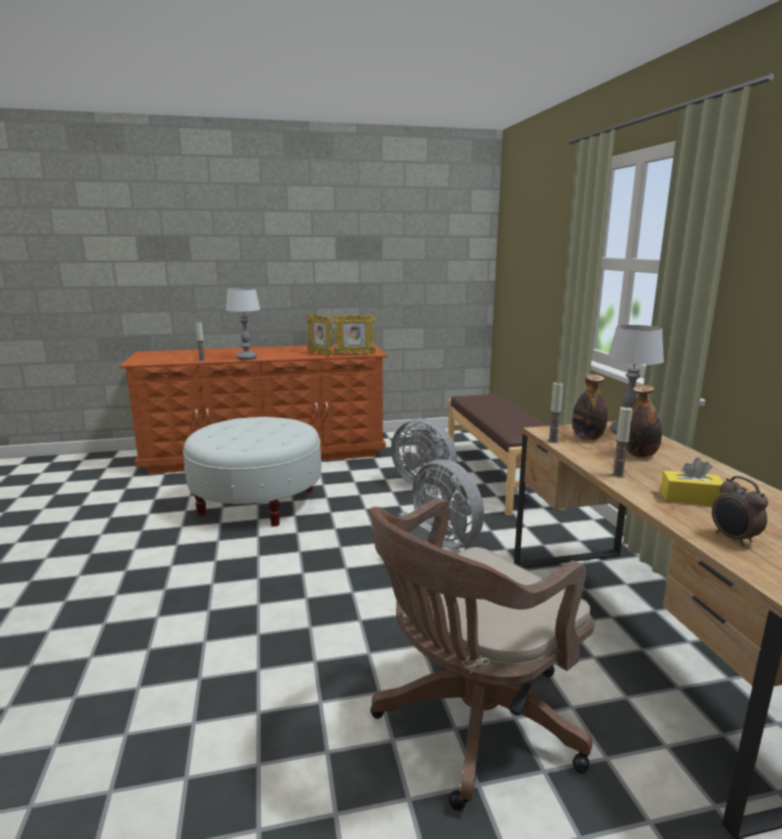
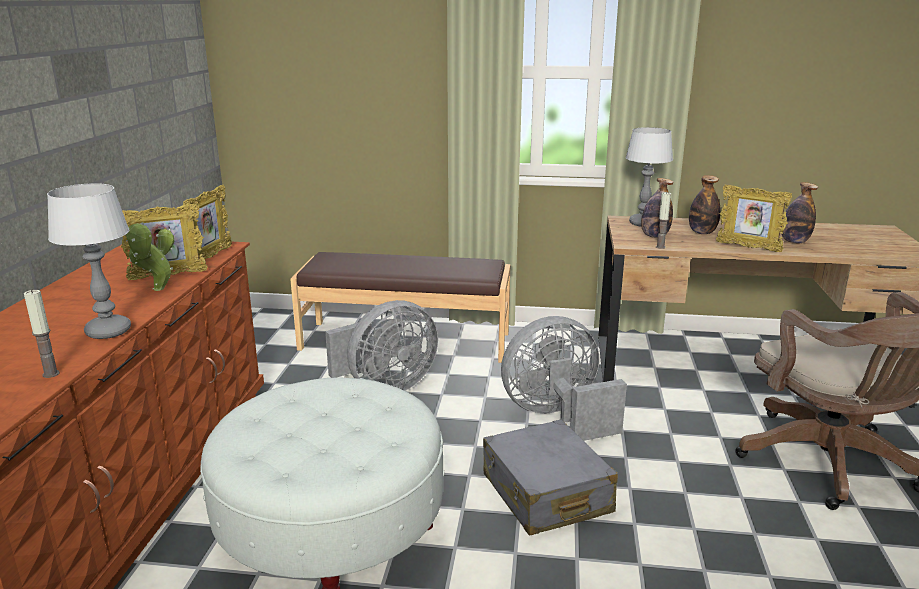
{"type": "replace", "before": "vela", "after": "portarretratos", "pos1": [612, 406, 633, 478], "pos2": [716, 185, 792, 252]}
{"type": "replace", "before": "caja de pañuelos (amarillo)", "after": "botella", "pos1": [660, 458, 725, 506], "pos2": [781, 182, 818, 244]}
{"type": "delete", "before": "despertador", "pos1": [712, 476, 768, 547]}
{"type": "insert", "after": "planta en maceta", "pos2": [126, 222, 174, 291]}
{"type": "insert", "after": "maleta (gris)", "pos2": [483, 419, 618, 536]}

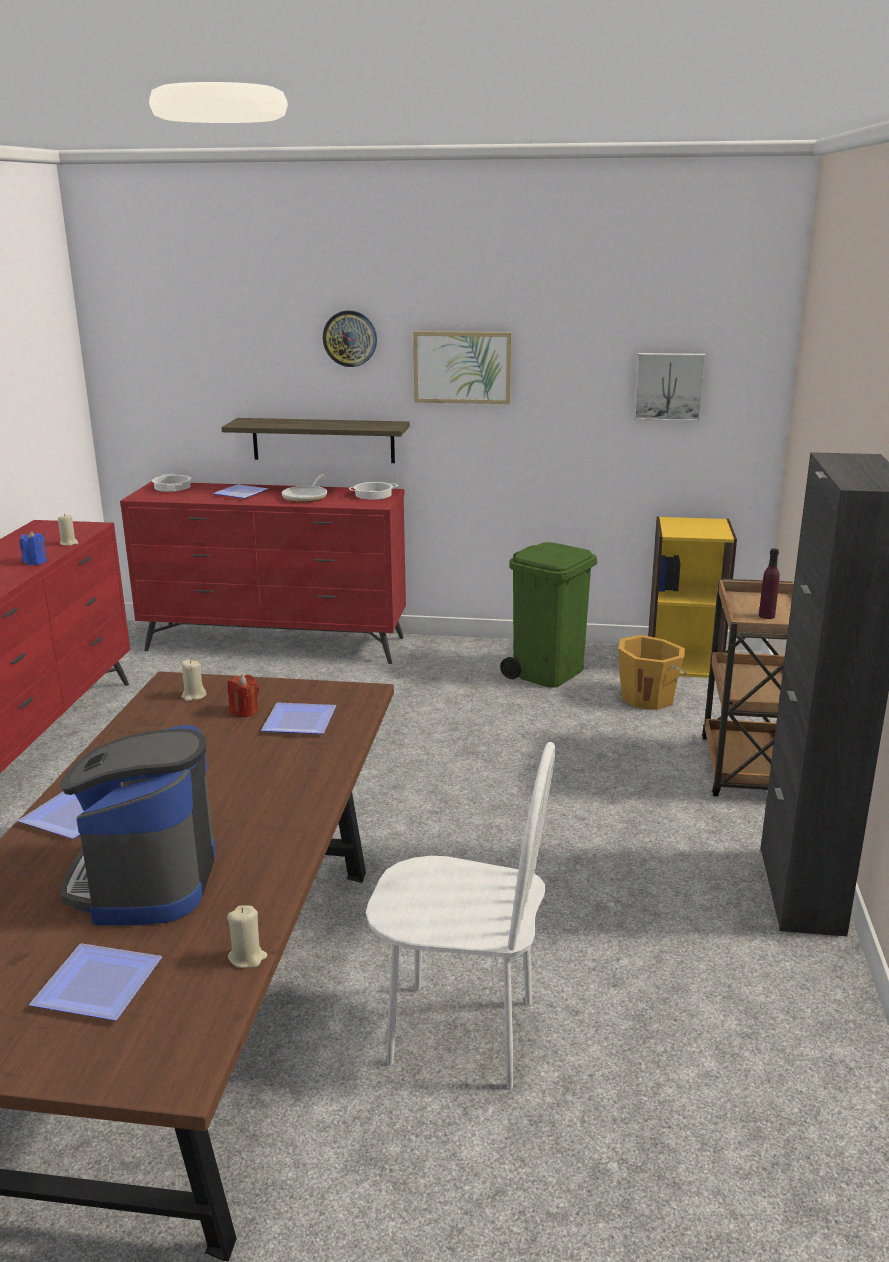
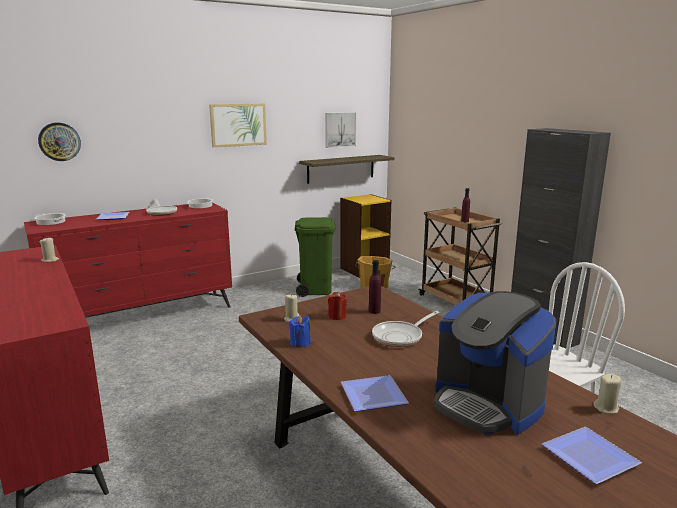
{"type": "move", "before": "reloj de pared", "pos1": [323, 310, 377, 367], "pos2": [38, 122, 81, 161]}
{"type": "move", "before": "estante", "pos1": [221, 418, 410, 463], "pos2": [299, 155, 395, 184]}
{"type": "move", "before": "vela (azul)", "pos1": [20, 531, 47, 565], "pos2": [289, 315, 311, 348]}
{"type": "replace", "before": "plato", "after": "botella (morado)", "pos1": [261, 703, 336, 734], "pos2": [369, 260, 381, 314]}
{"type": "insert", "after": "sartén", "pos2": [372, 311, 439, 347]}

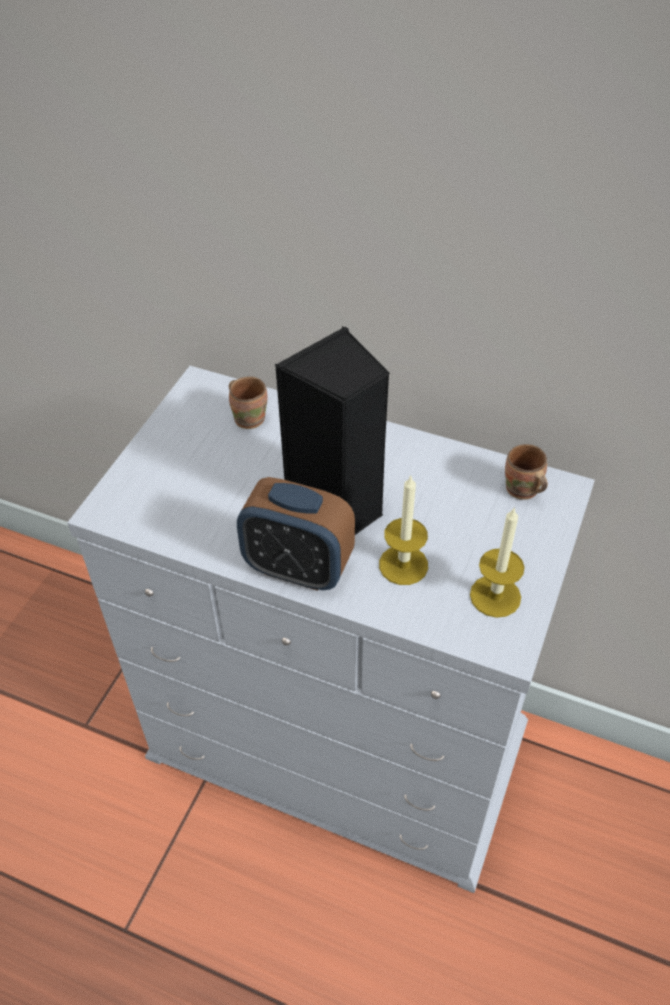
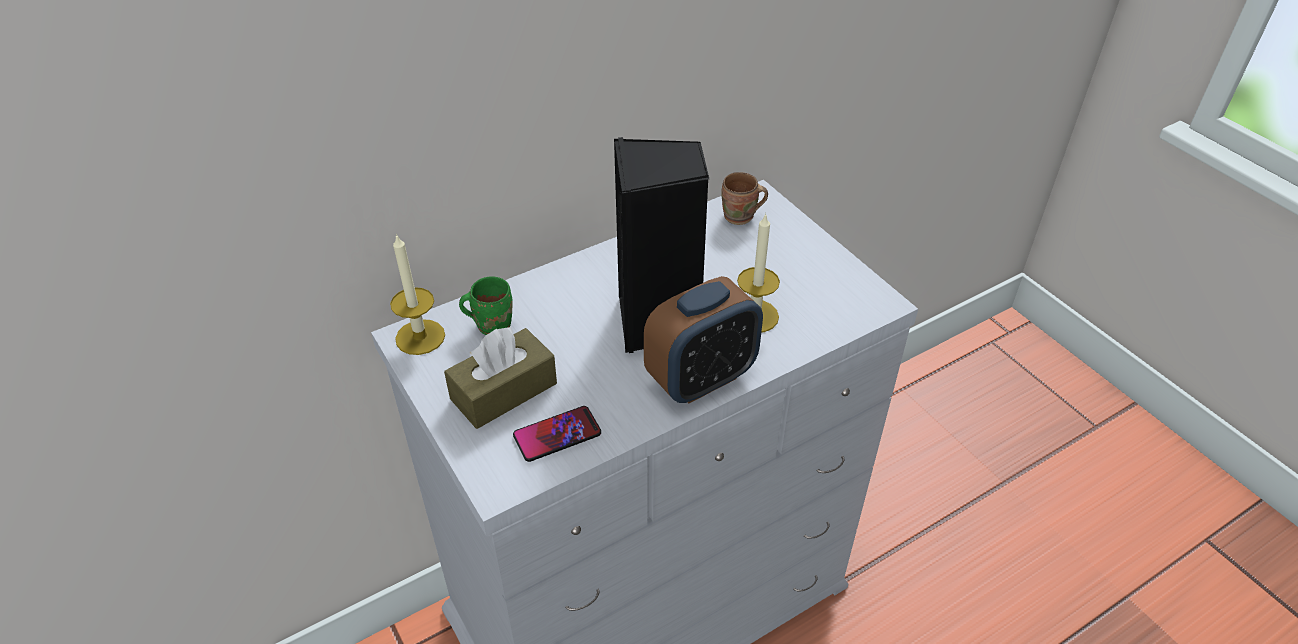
{"type": "recolor", "before": "taza grande (marrón)", "after": "taza grande (verde)", "pos1": [229, 377, 268, 429], "pos2": [459, 276, 513, 335]}
{"type": "move", "before": "vela", "pos1": [470, 507, 525, 618], "pos2": [390, 233, 445, 355]}
{"type": "insert", "after": "caja de pañuelos (marrón)", "pos2": [444, 327, 557, 429]}
{"type": "insert", "after": "móvil", "pos2": [513, 406, 601, 462]}

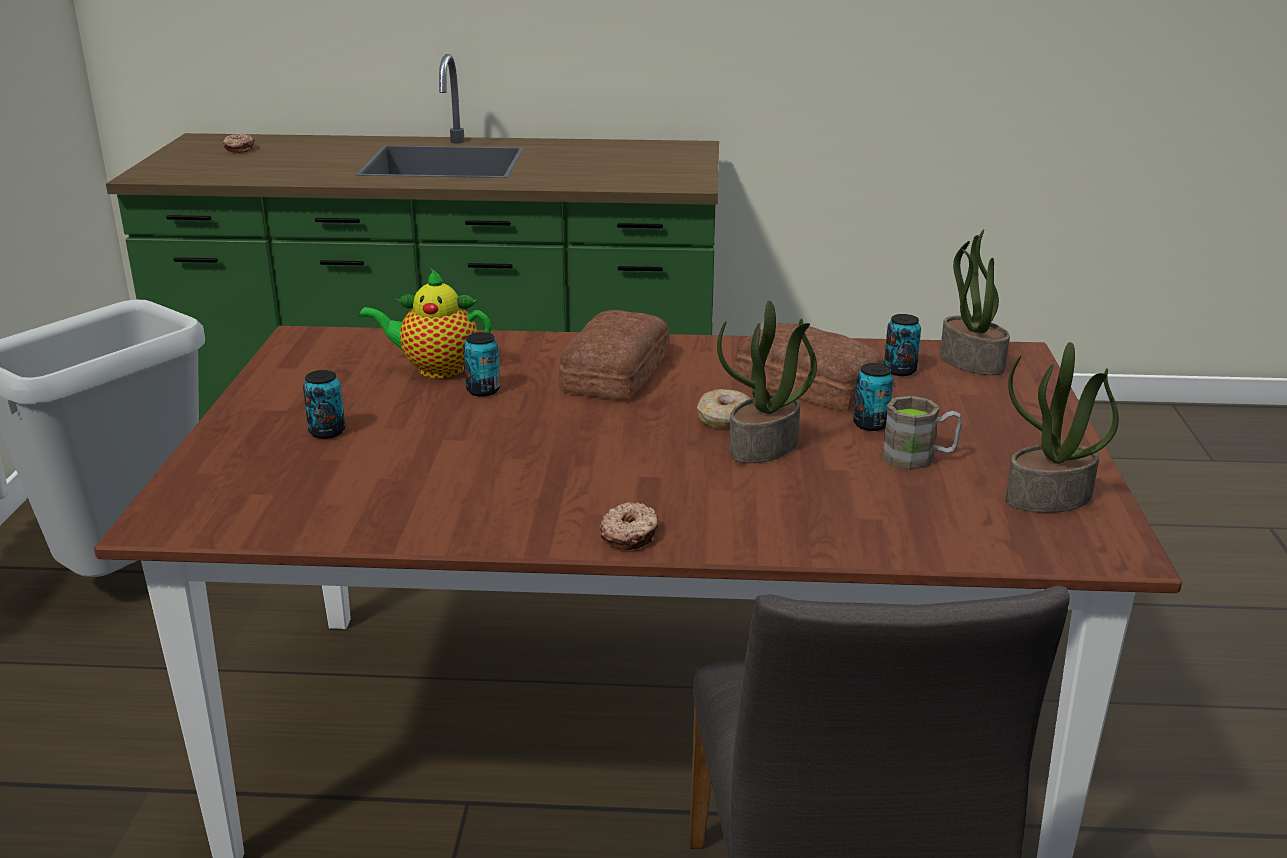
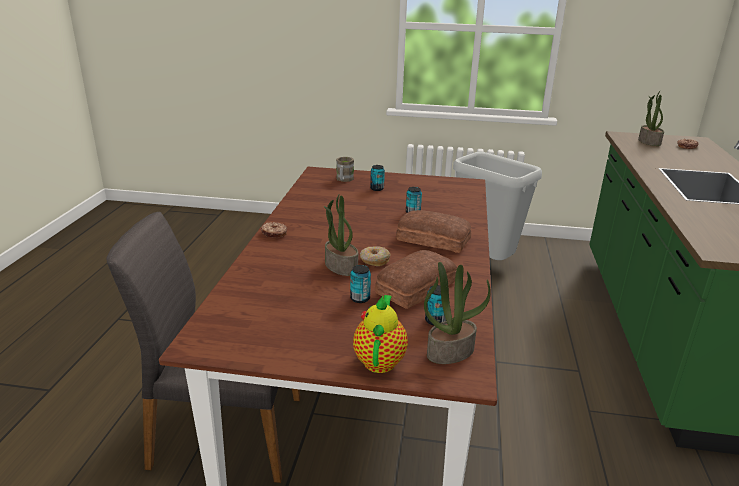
{"type": "move", "before": "tetera", "pos1": [359, 269, 491, 378], "pos2": [353, 295, 408, 373]}
{"type": "move", "before": "planta en maceta", "pos1": [1005, 342, 1119, 513], "pos2": [638, 91, 664, 146]}
{"type": "move", "before": "taza grande (marrón)", "pos1": [882, 396, 962, 470], "pos2": [336, 157, 354, 182]}

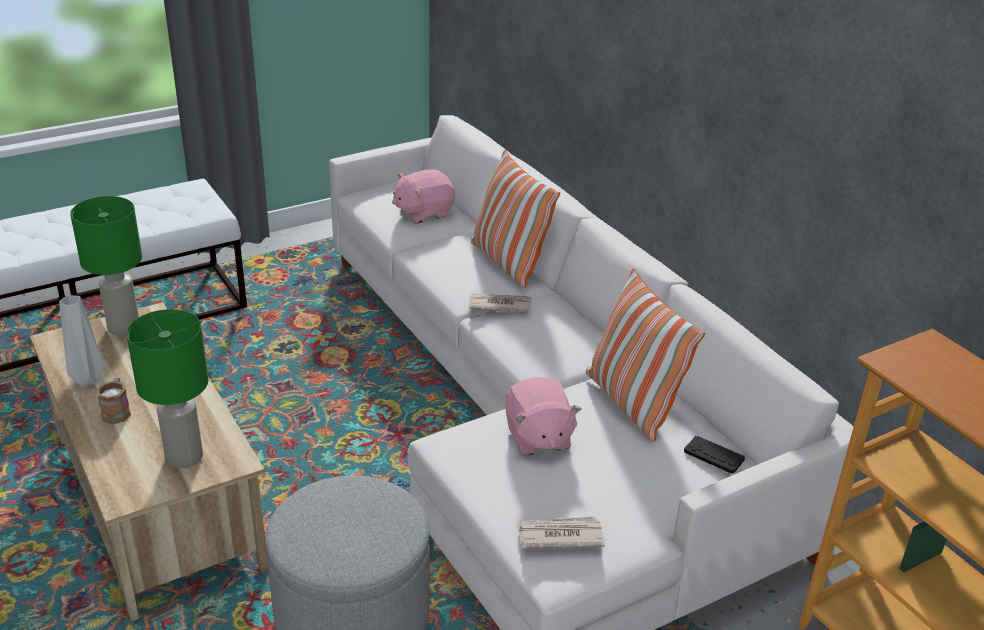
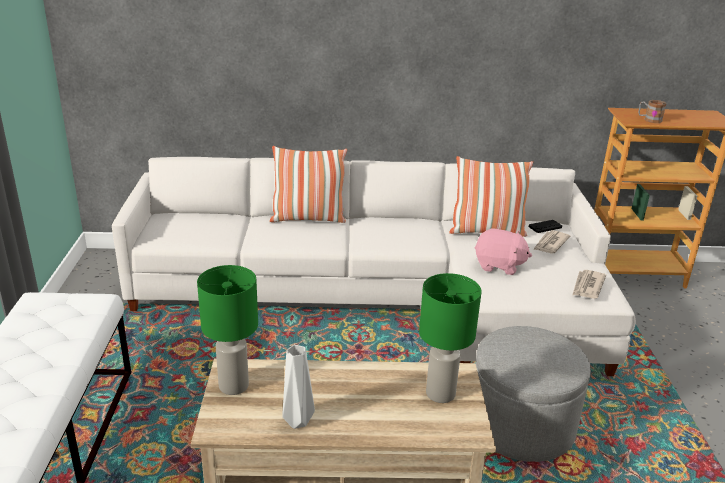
{"type": "delete", "before": "peluche (rosa)", "pos1": [392, 169, 455, 224]}
{"type": "move", "before": "periódico", "pos1": [469, 293, 532, 313], "pos2": [533, 230, 570, 254]}
{"type": "move", "before": "taza grande", "pos1": [96, 377, 131, 424], "pos2": [638, 100, 666, 123]}

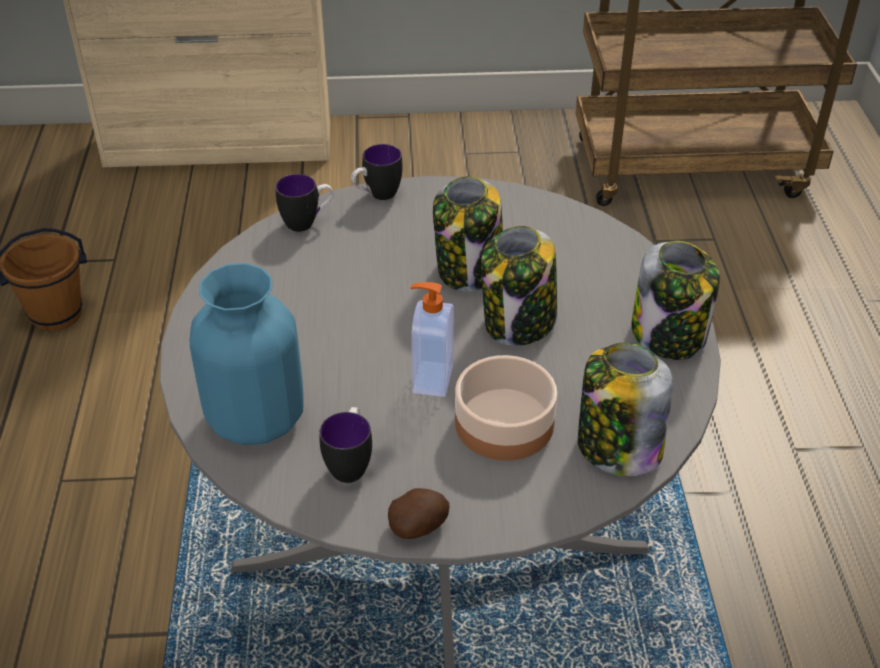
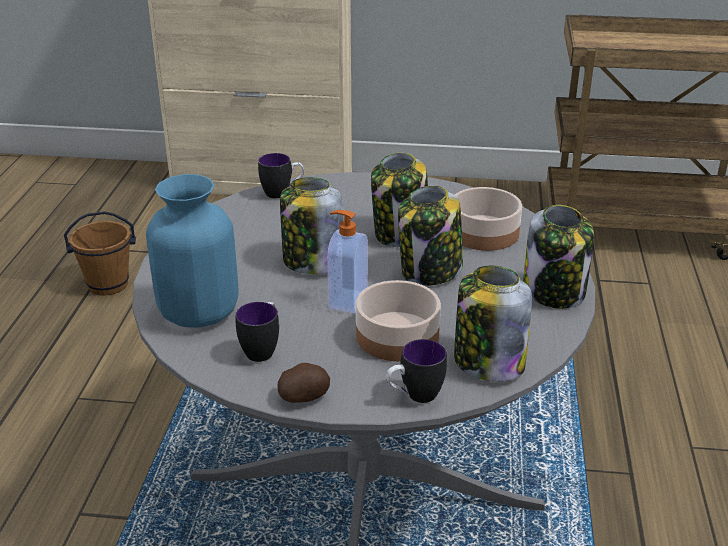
{"type": "move", "before": "taza grande", "pos1": [351, 144, 402, 200], "pos2": [386, 339, 447, 403]}
{"type": "insert", "after": "tarro", "pos2": [280, 177, 344, 274]}
{"type": "insert", "after": "cuenco", "pos2": [455, 187, 522, 251]}

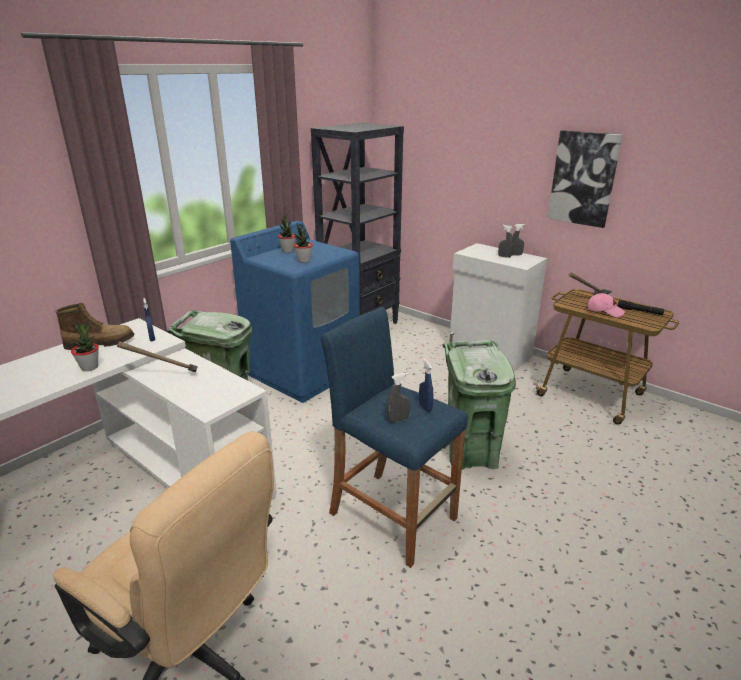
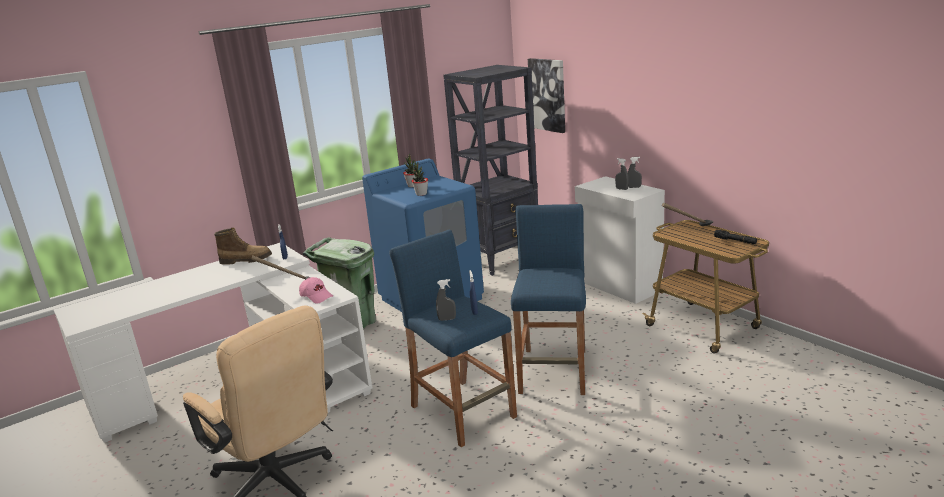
{"type": "move", "before": "cuadro", "pos1": [547, 130, 623, 228], "pos2": [528, 58, 565, 133]}
{"type": "move", "before": "gorra (rosa)", "pos1": [588, 293, 625, 317], "pos2": [299, 277, 333, 304]}
{"type": "delete", "before": "planta en maceta", "pos1": [71, 321, 99, 371]}
{"type": "replace", "before": "papelera (verde)", "after": "taburete (azul)", "pos1": [443, 340, 516, 470], "pos2": [511, 204, 586, 395]}

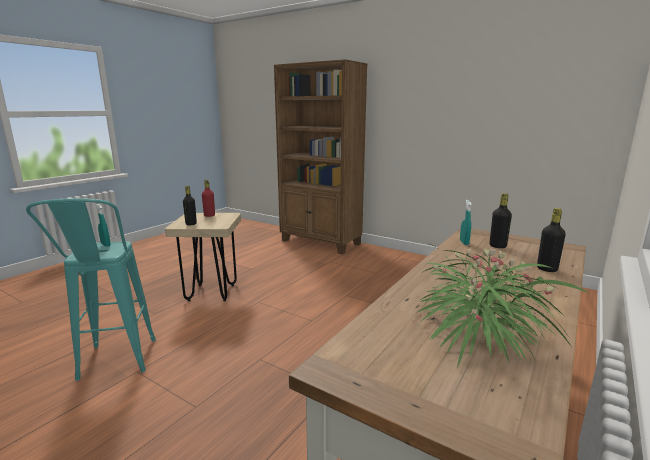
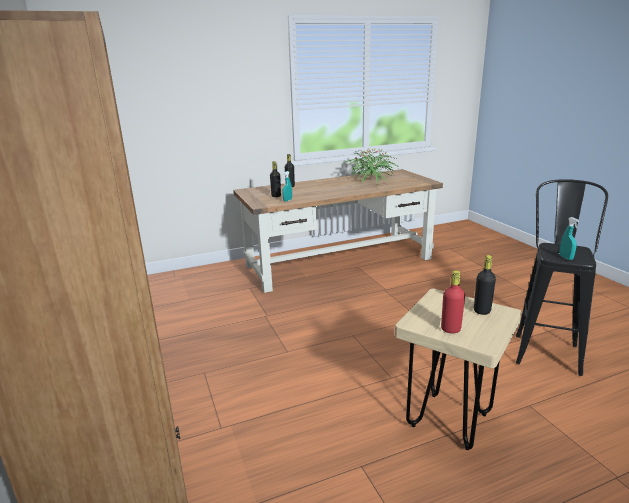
{"type": "recolor", "before": "taburete (turquesa)", "after": "taburete (negro)", "pos1": [26, 198, 156, 381], "pos2": [516, 179, 608, 376]}

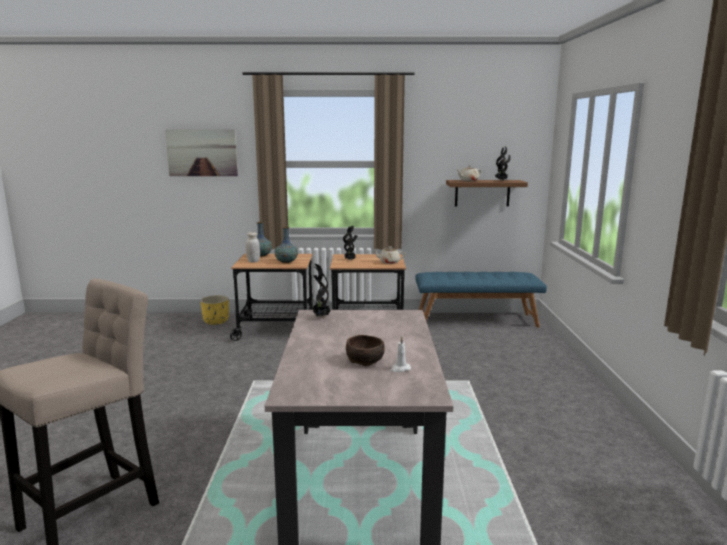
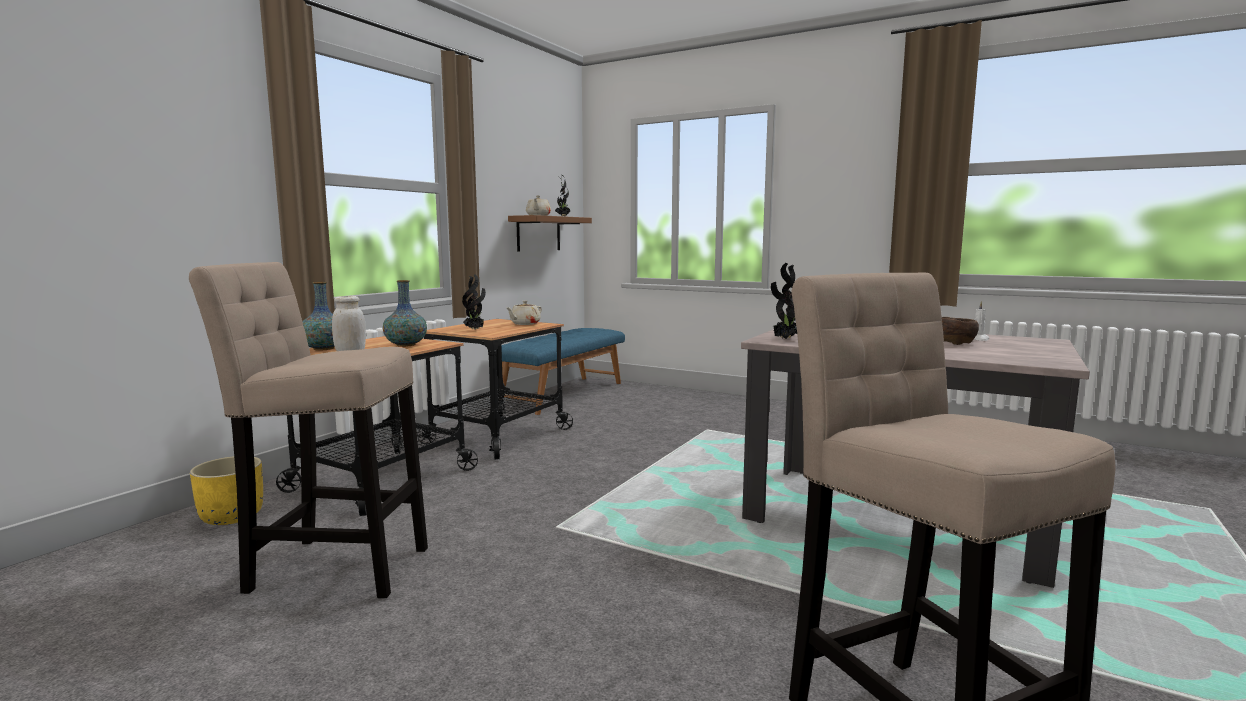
{"type": "delete", "before": "cuadro", "pos1": [165, 129, 238, 176]}
{"type": "insert", "after": "taburete (beis)", "pos2": [189, 262, 428, 598]}

